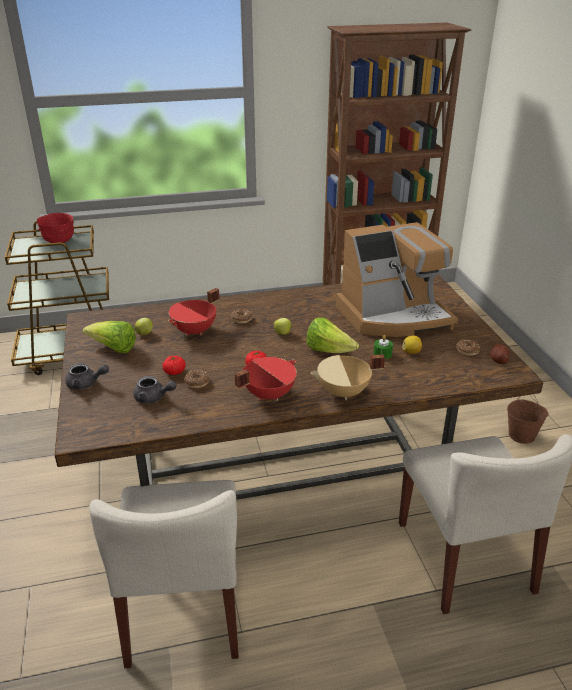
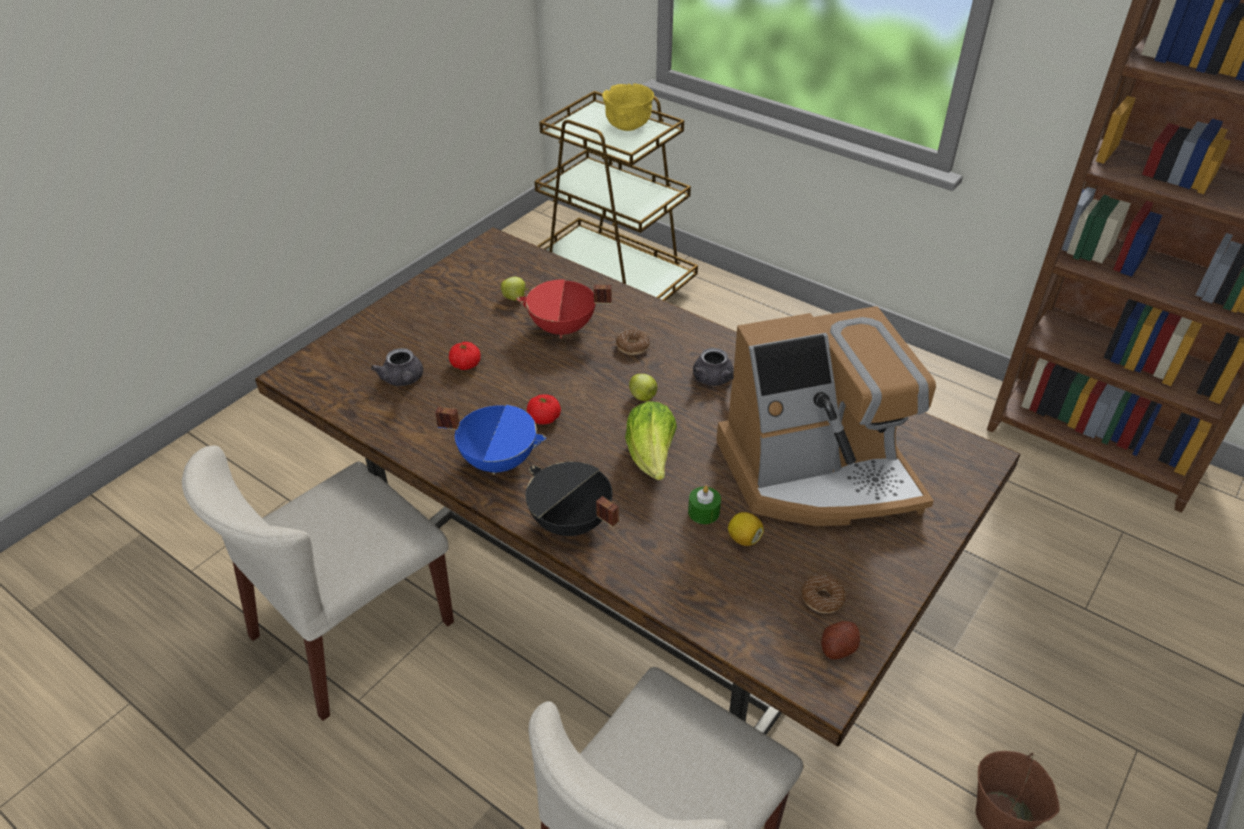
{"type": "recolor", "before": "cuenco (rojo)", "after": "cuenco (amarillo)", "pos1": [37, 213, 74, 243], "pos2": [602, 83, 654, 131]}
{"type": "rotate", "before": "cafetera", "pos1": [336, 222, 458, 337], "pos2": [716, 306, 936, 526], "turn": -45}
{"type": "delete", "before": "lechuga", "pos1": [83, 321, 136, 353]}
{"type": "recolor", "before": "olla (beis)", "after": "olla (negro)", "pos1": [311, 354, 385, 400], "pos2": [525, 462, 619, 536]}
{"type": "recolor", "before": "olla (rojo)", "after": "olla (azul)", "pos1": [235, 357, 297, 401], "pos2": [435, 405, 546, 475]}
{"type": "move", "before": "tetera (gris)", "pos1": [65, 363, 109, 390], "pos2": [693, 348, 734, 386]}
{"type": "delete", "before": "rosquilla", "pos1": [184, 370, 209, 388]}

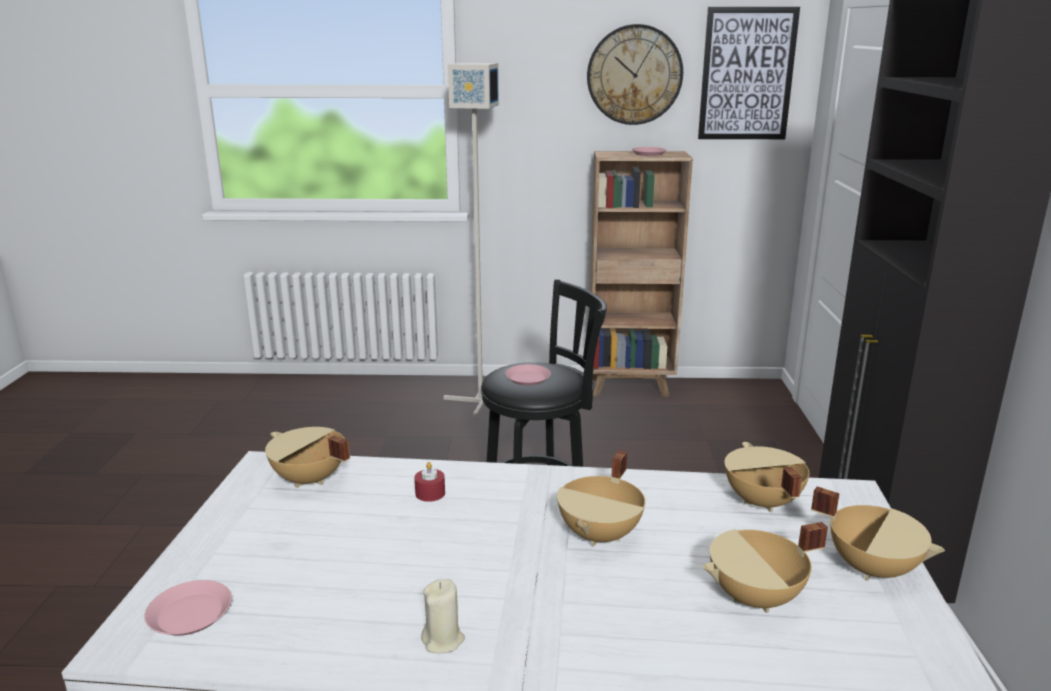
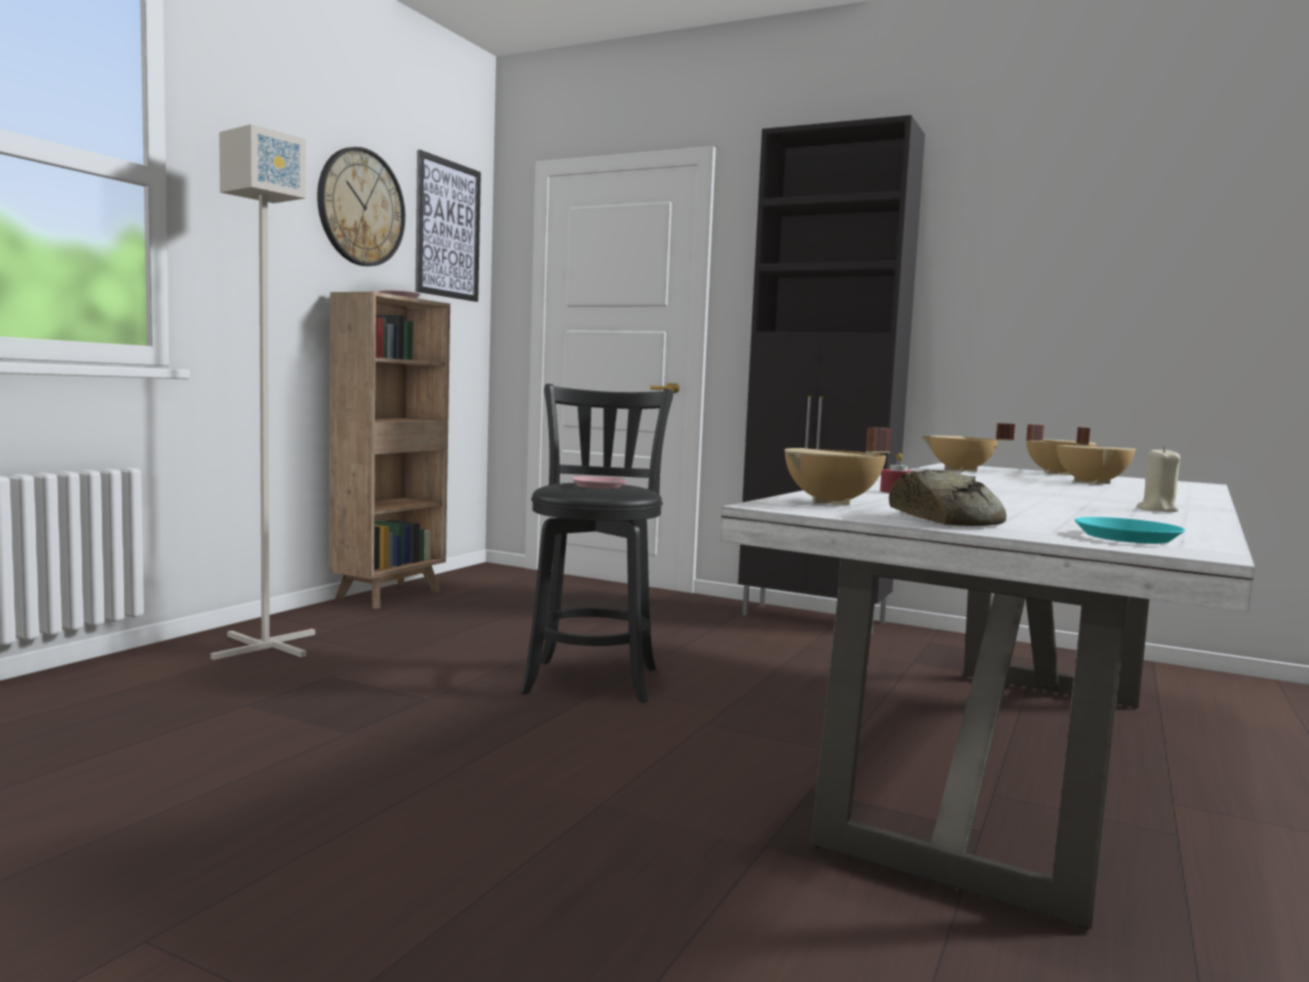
{"type": "delete", "before": "olla (beis)", "pos1": [557, 450, 645, 546]}
{"type": "recolor", "before": "plato (rosa)", "after": "plato (turquesa)", "pos1": [144, 580, 232, 636], "pos2": [1075, 517, 1185, 544]}
{"type": "insert", "after": "pan", "pos2": [889, 470, 1006, 526]}

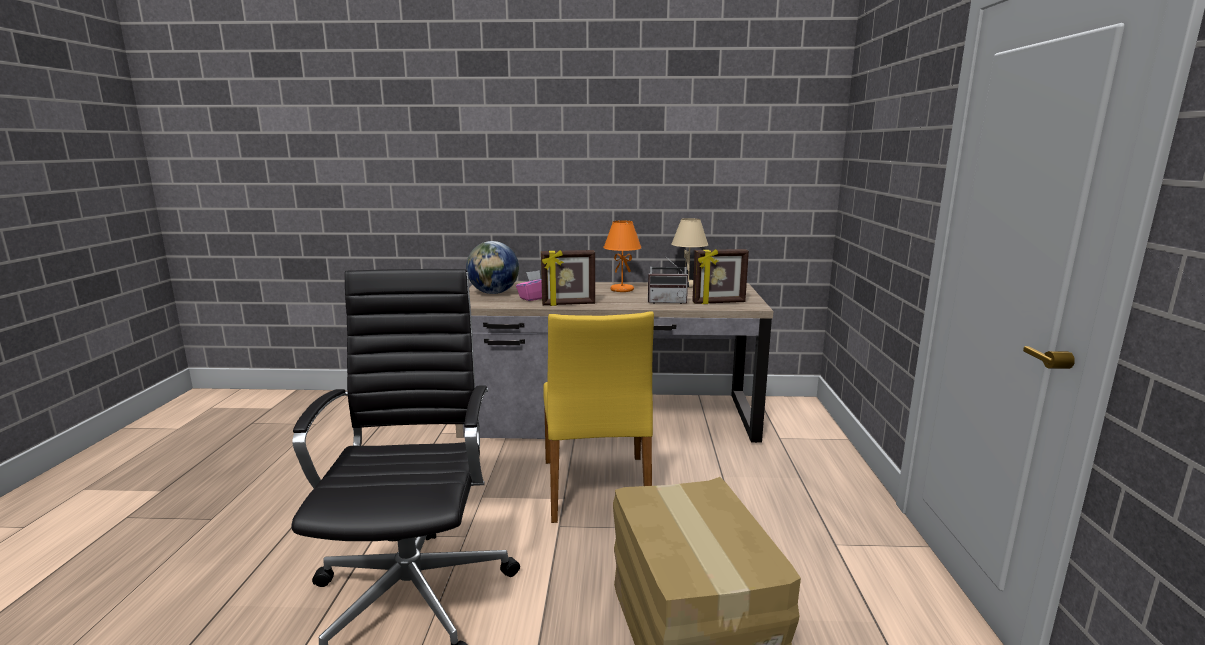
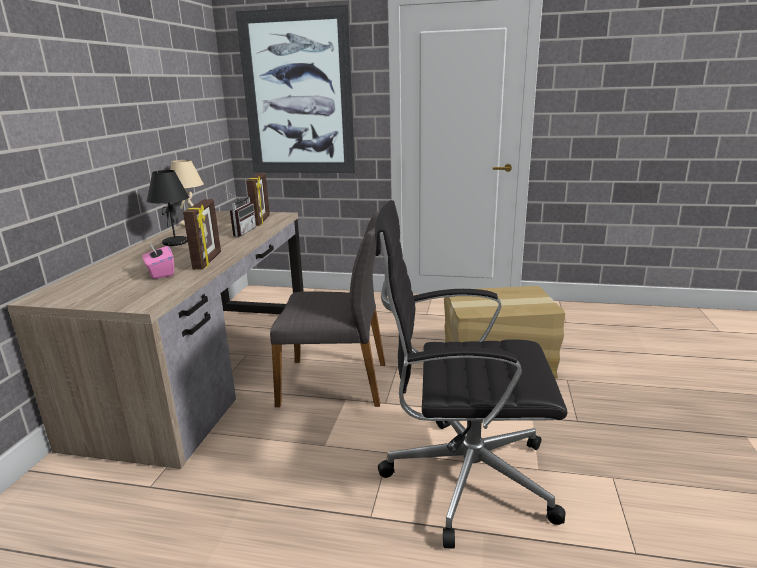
{"type": "recolor", "before": "lámpara de mesa (naranja)", "after": "lámpara de mesa (negro)", "pos1": [603, 220, 642, 292], "pos2": [147, 170, 189, 246]}
{"type": "delete", "before": "globo terráqueo", "pos1": [466, 241, 519, 294]}
{"type": "recolor", "before": "silla (amarillo)", "after": "silla (gris)", "pos1": [543, 311, 654, 523], "pos2": [270, 211, 385, 407]}
{"type": "insert", "after": "cuadro", "pos2": [236, 5, 356, 173]}

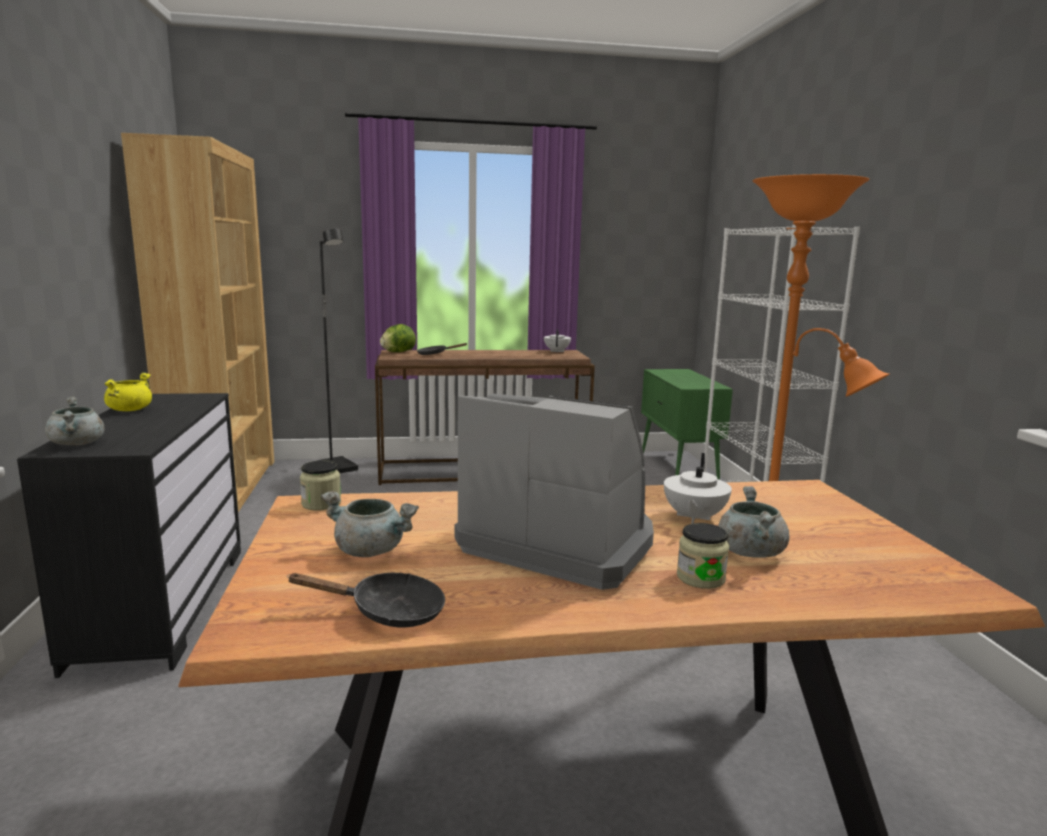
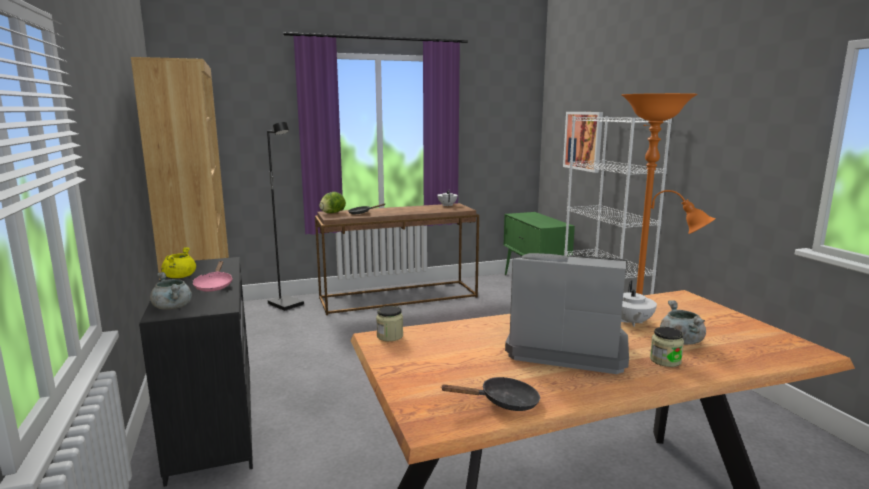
{"type": "delete", "before": "olla (gris)", "pos1": [321, 491, 419, 557]}
{"type": "insert", "after": "cuadro", "pos2": [563, 112, 603, 173]}
{"type": "insert", "after": "sartén (rosa)", "pos2": [193, 261, 232, 292]}

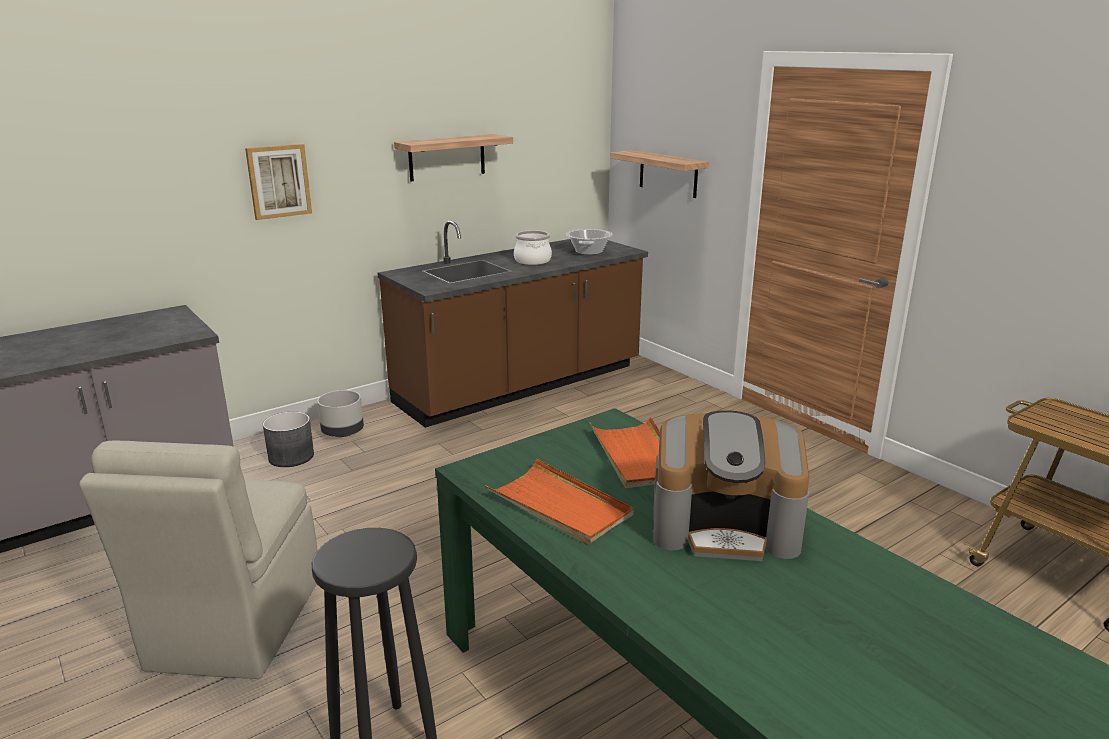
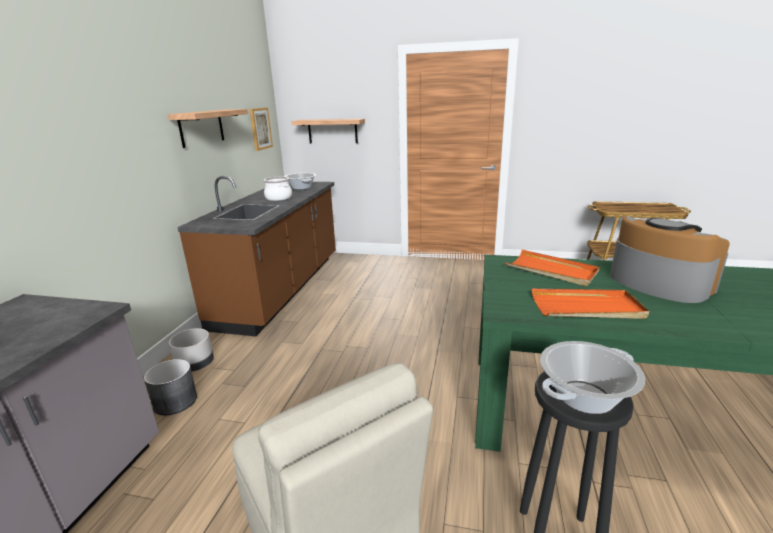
{"type": "move", "before": "cuadro", "pos1": [245, 144, 312, 220], "pos2": [249, 108, 273, 151]}
{"type": "rotate", "before": "cafetera", "pos1": [653, 410, 809, 561], "pos2": [610, 216, 730, 303], "turn": -90}
{"type": "insert", "after": "olla", "pos2": [540, 341, 645, 414]}

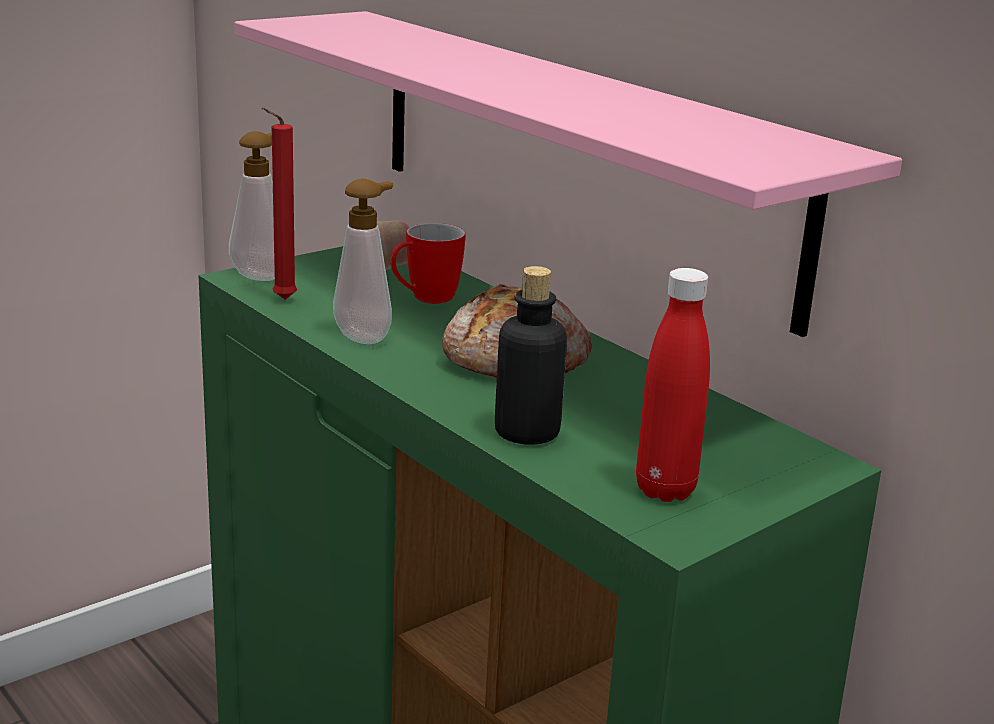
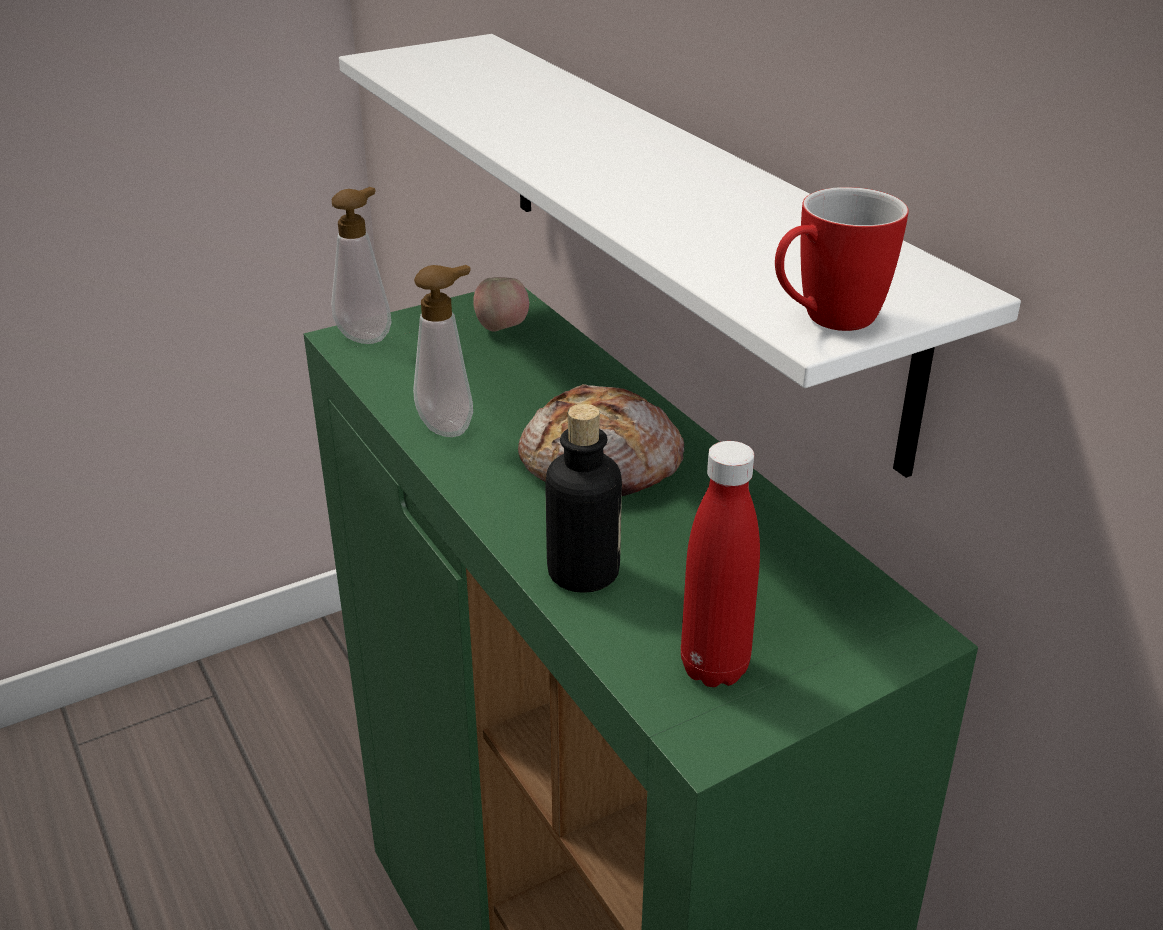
{"type": "recolor", "before": "estante (rosa)", "after": "estante (blanco)", "pos1": [234, 11, 902, 337], "pos2": [339, 34, 1021, 478]}
{"type": "delete", "before": "vela (rojo)", "pos1": [262, 107, 297, 300]}
{"type": "move", "before": "taza grande", "pos1": [391, 223, 466, 304], "pos2": [775, 187, 909, 331]}

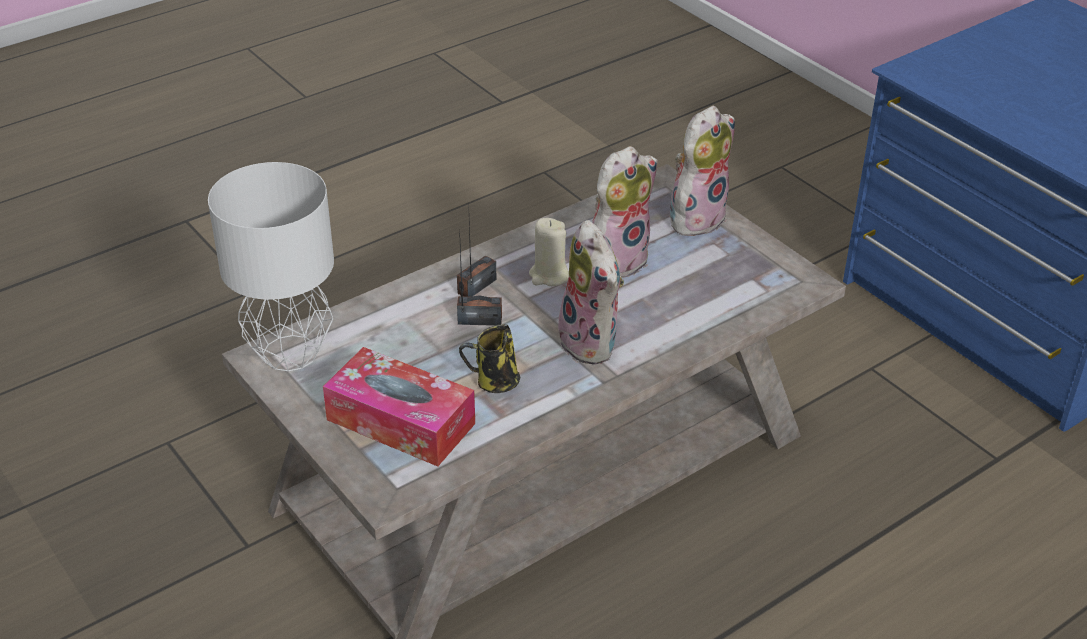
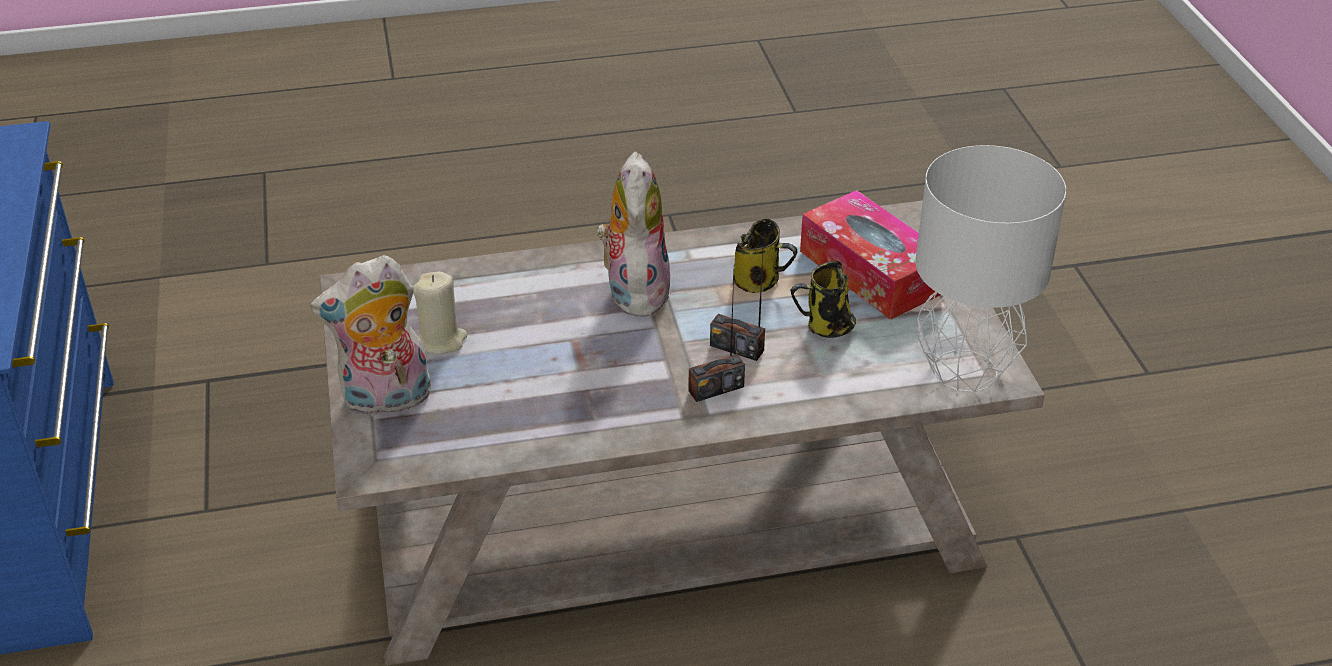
{"type": "delete", "before": "peluche", "pos1": [592, 146, 658, 278]}
{"type": "move", "before": "vela (beis)", "pos1": [529, 218, 569, 286], "pos2": [413, 272, 467, 354]}
{"type": "insert", "after": "taza grande", "pos2": [790, 260, 856, 338]}

